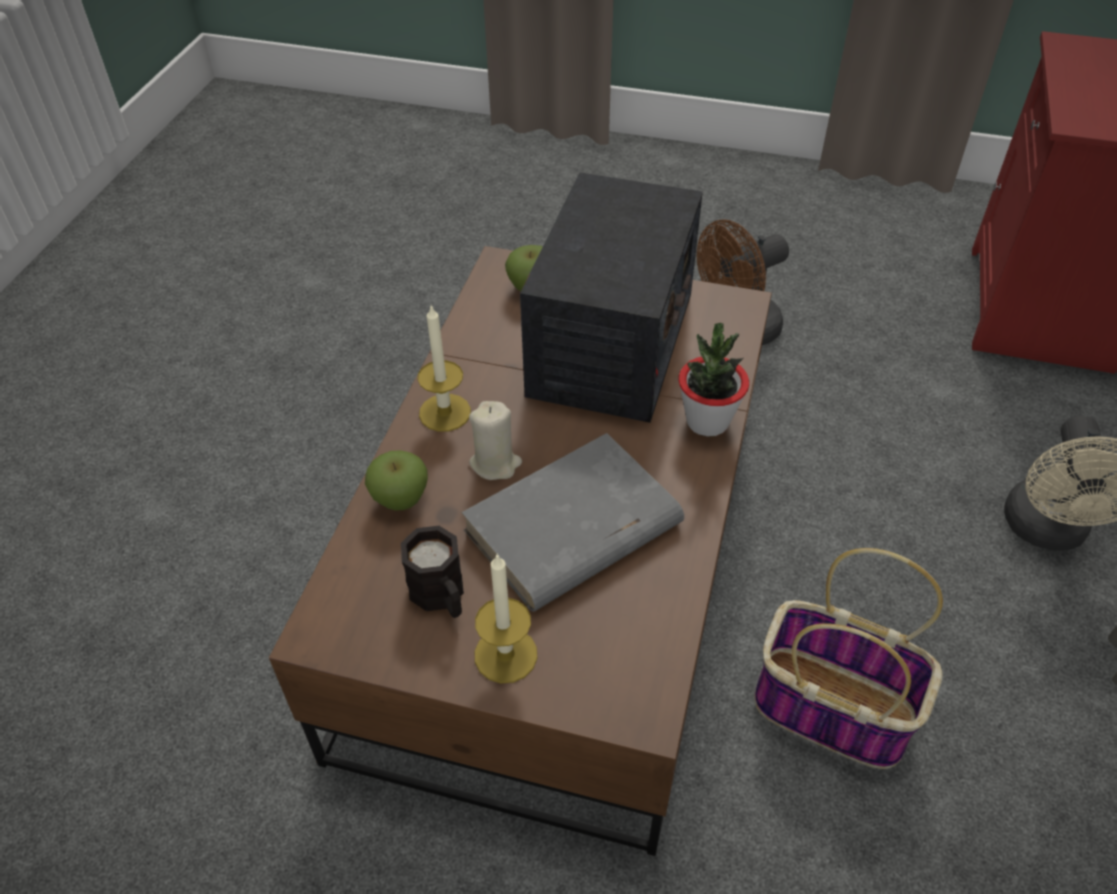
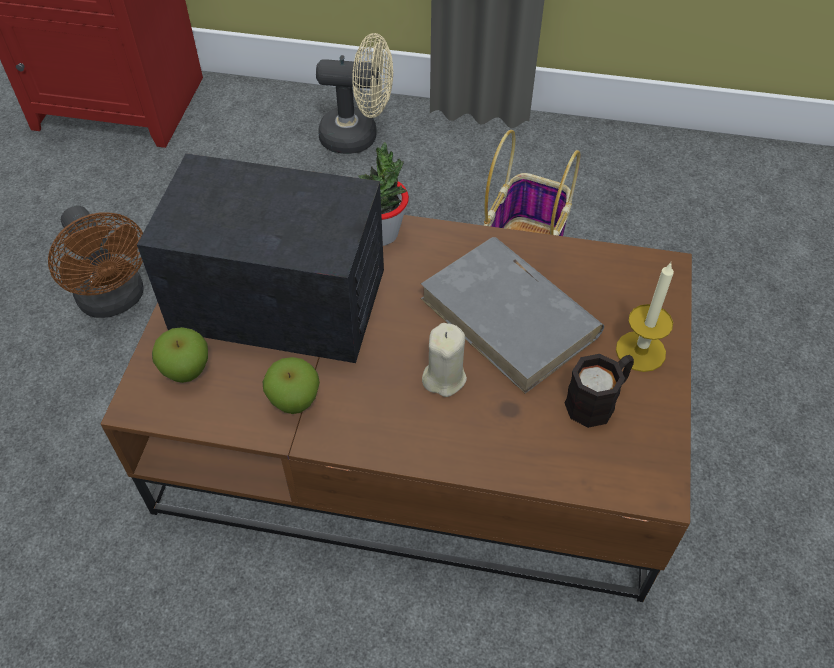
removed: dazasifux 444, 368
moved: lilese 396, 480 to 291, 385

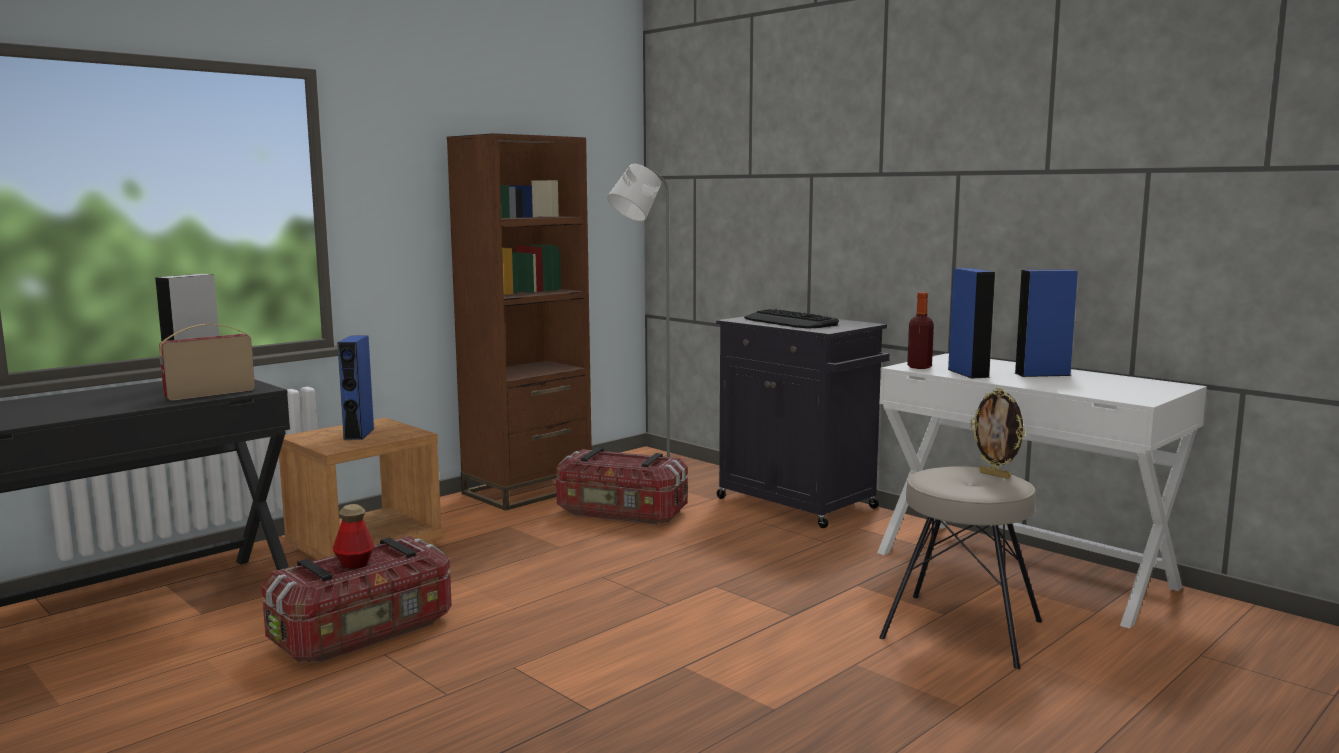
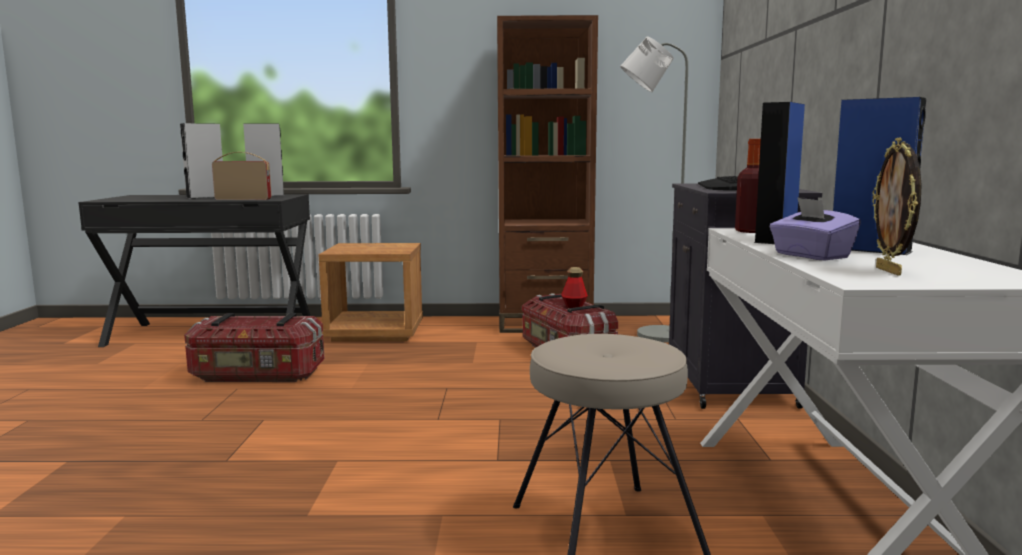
removed: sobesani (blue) 355, 388
added: sobesani (grey) 201, 161; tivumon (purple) 815, 228
moved: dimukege 353, 536 to 574, 287; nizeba 998, 433 to 897, 206

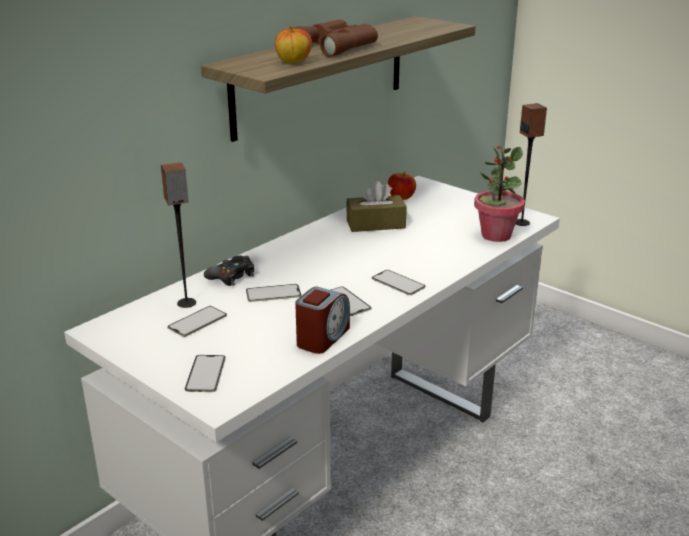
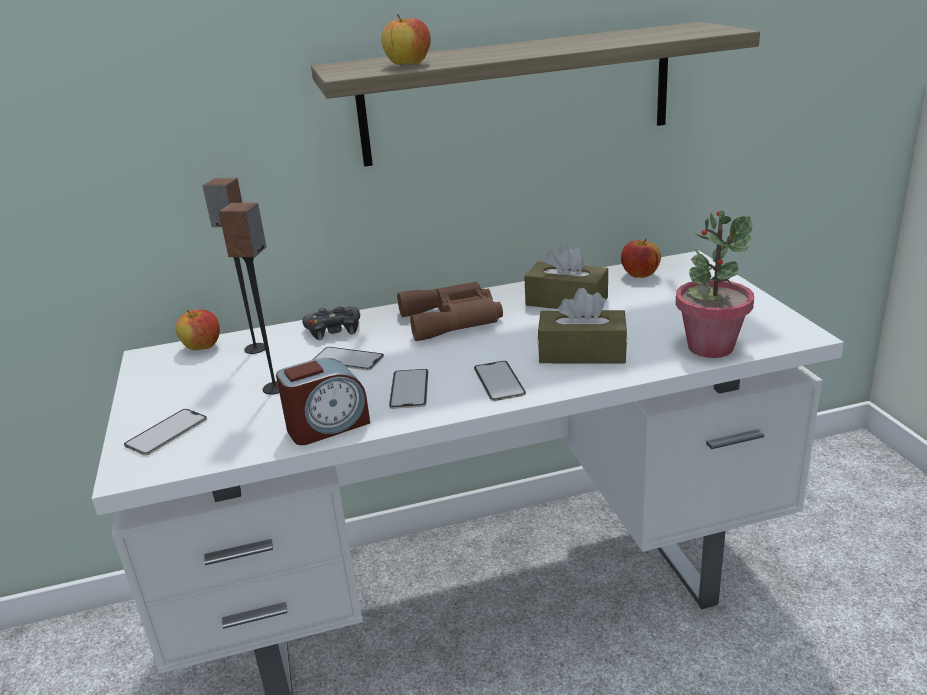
removed: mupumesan 197, 321
added: lilese 197, 329; tivumon (brown) 582, 326
moved: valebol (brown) 335, 38 to 450, 311; sobesani 531, 164 to 249, 298

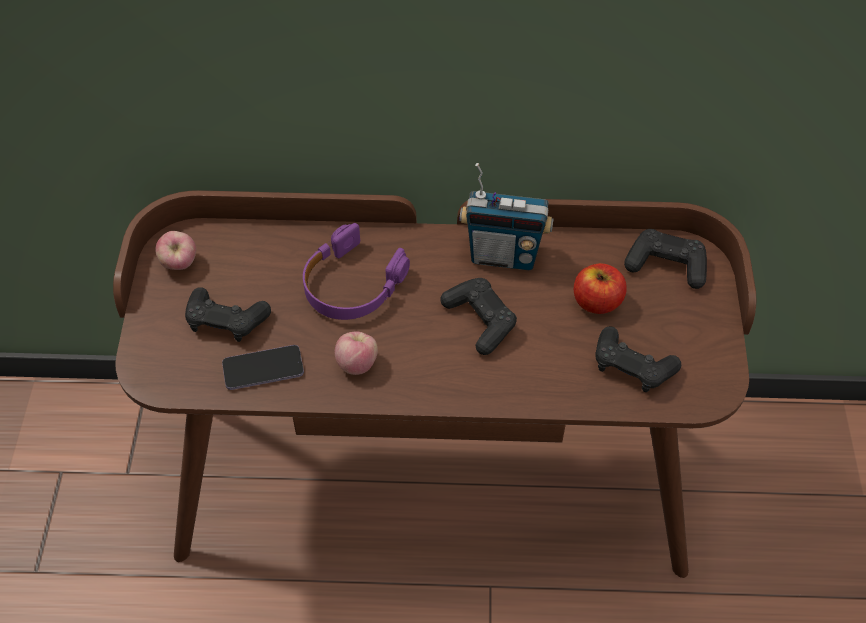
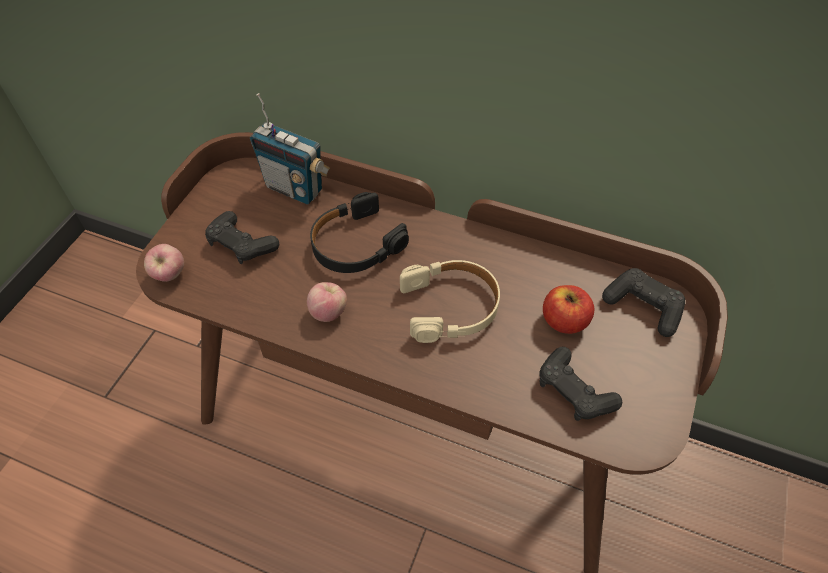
removed: mupumesan 263, 367
moved: lilese 175, 250 to 164, 263; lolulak 506, 216 to 290, 149
replaced: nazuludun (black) 478, 316 to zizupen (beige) 450, 301
recoloured: zizupen (purple) 356, 271 to zizupen (black) 359, 232

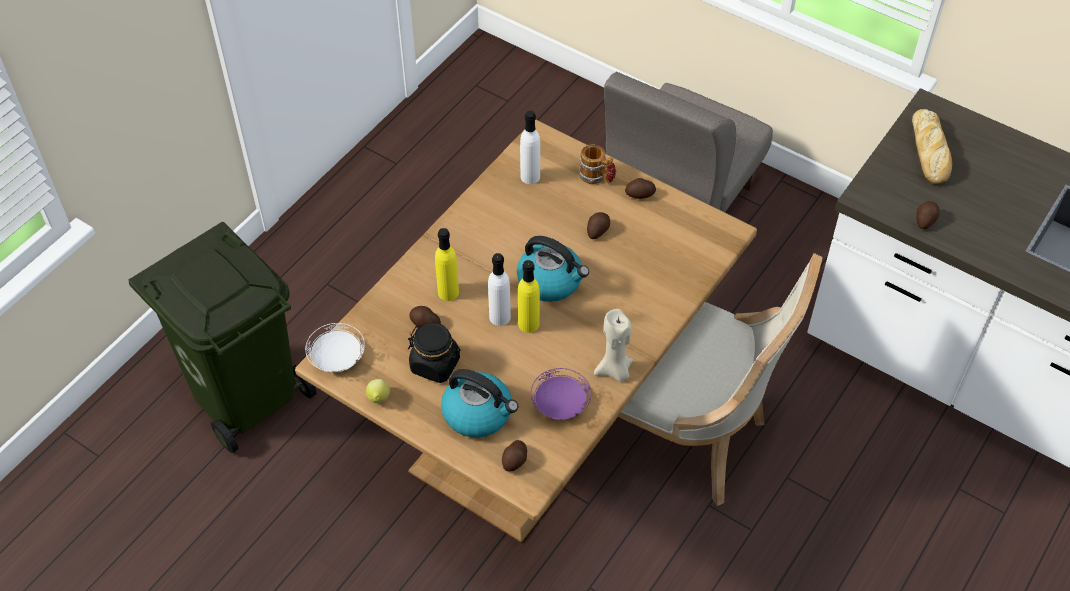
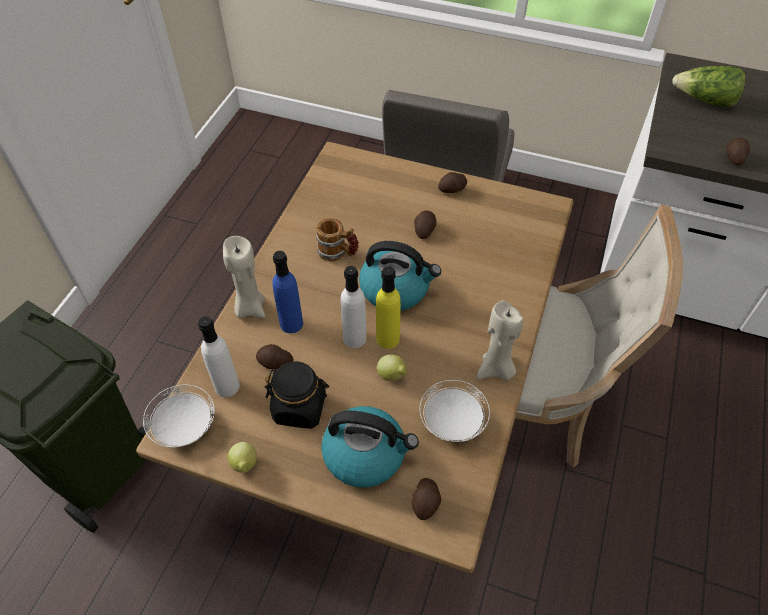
added: dazasifux (beige) 244, 277; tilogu 392, 367
moved: dimukege (white) 530, 147 to 219, 356; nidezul 597, 164 to 337, 240
replaced: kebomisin 932, 147 to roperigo 708, 87
recoloured: dimukege (yellow) 447, 264 to dimukege (blue) 287, 292; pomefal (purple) 560, 394 to pomefal (white) 455, 411

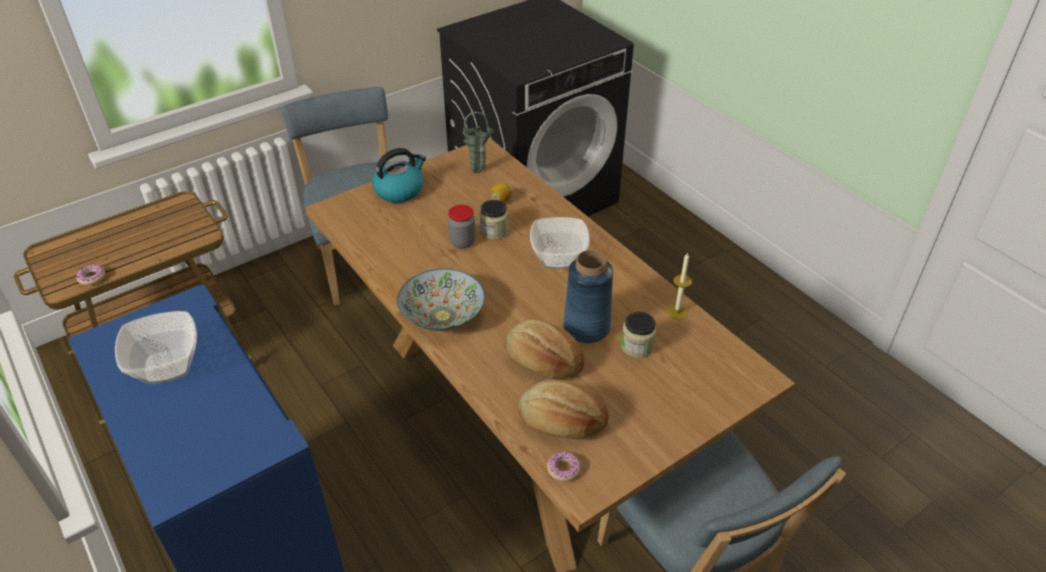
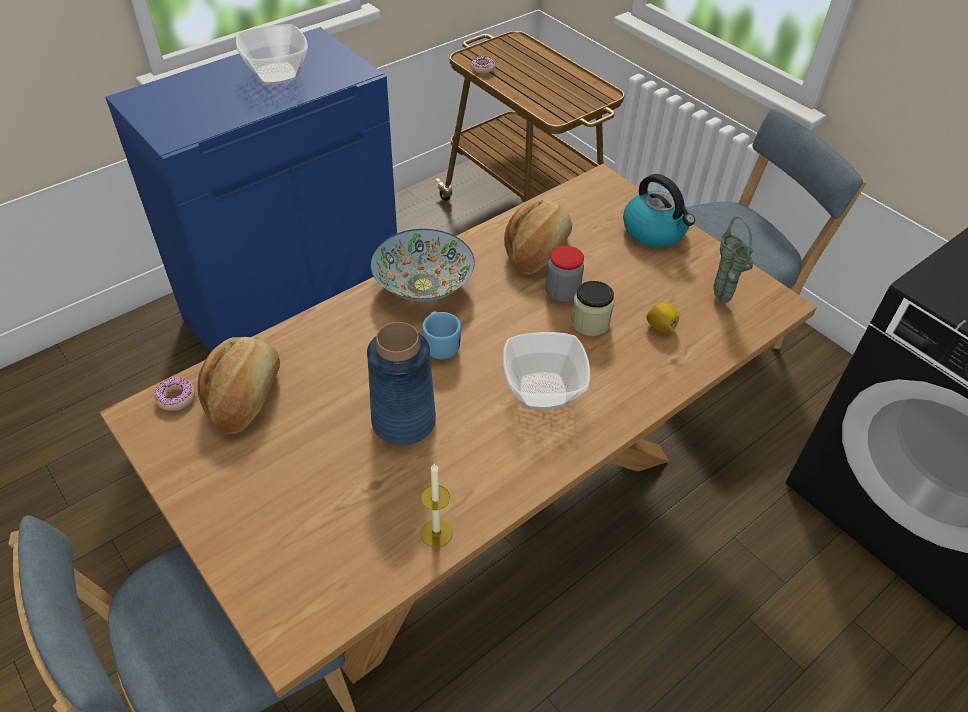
removed: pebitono 639, 335
added: nidezul (blue) 441, 335
moved: kebomisin 544, 349 to 538, 237

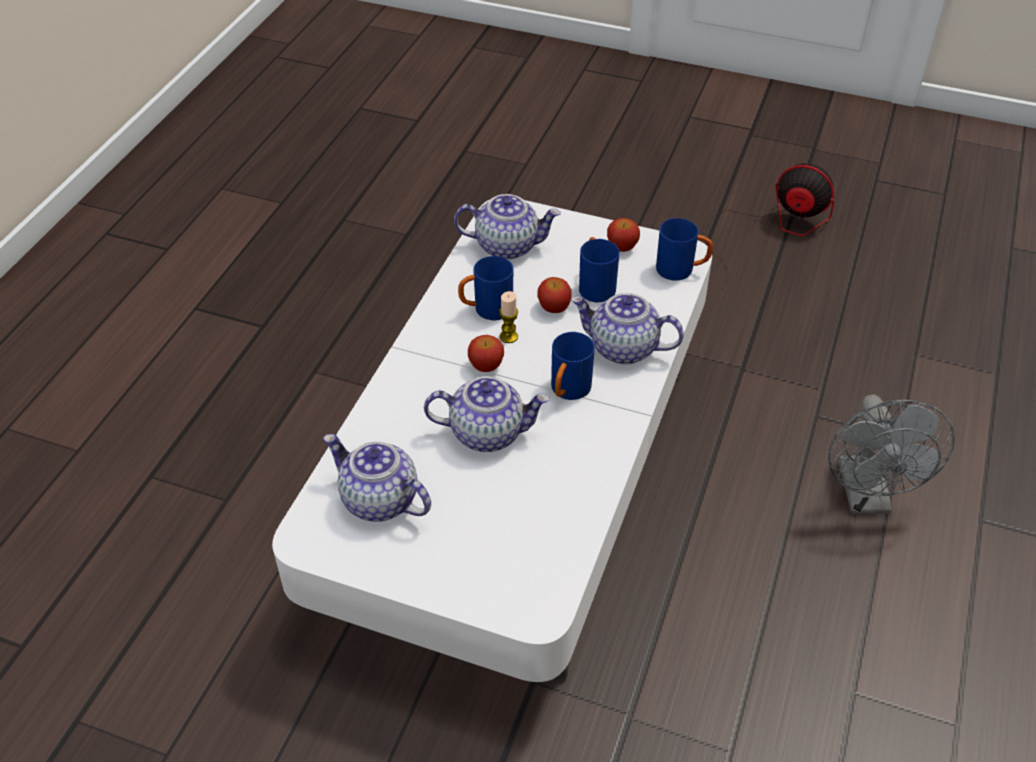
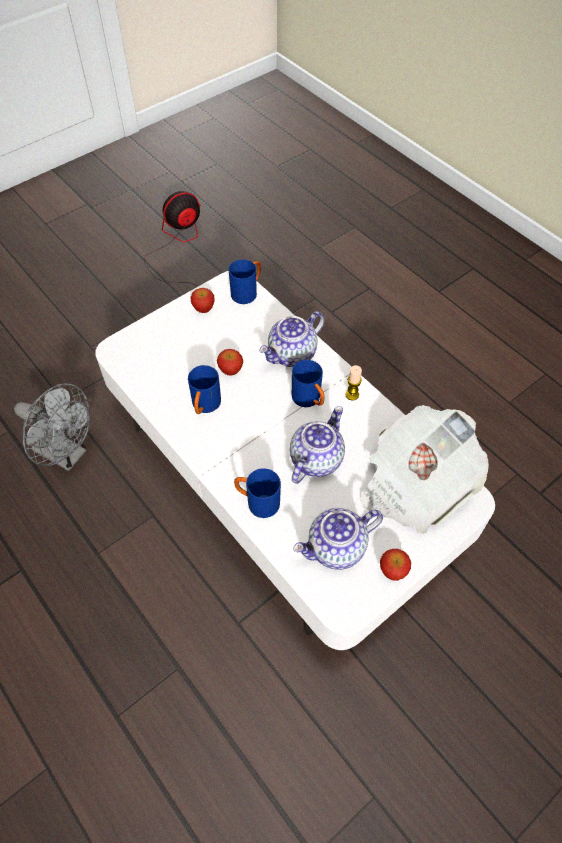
removed: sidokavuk 507, 227
added: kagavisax 424, 469
moved: lilese 486, 353 to 395, 565; dazasifux 508, 317 to 353, 382; nidezul (blue) 599, 269 to 257, 493; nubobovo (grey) 891, 454 to 52, 427

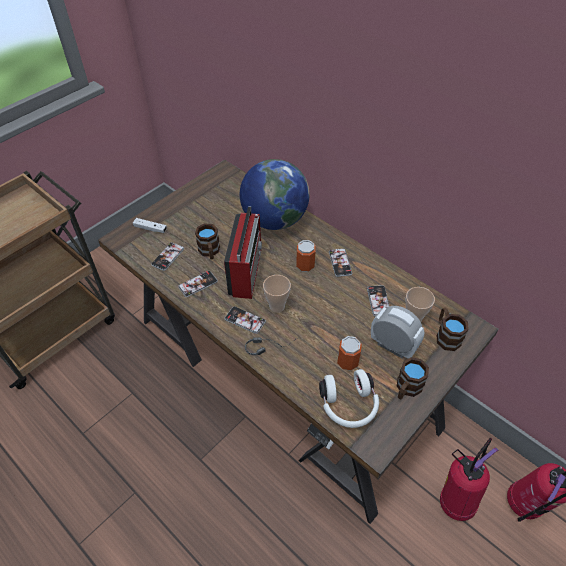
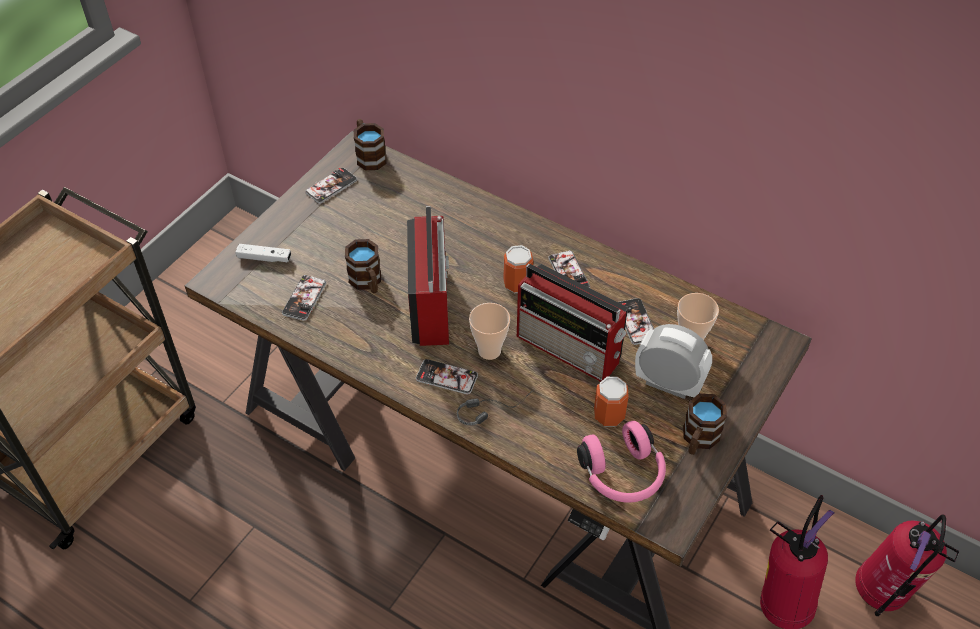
removed: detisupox 275, 194
added: lolulak 572, 323
moved: mupumesan 198, 284 to 331, 186; nidezul (brown) 452, 329 to 370, 144
recoloured: zizupen (white) 349, 398 to zizupen (pink) 621, 462

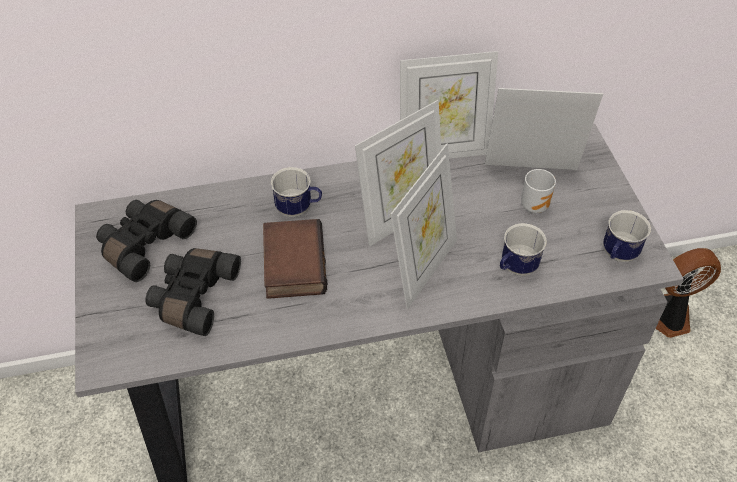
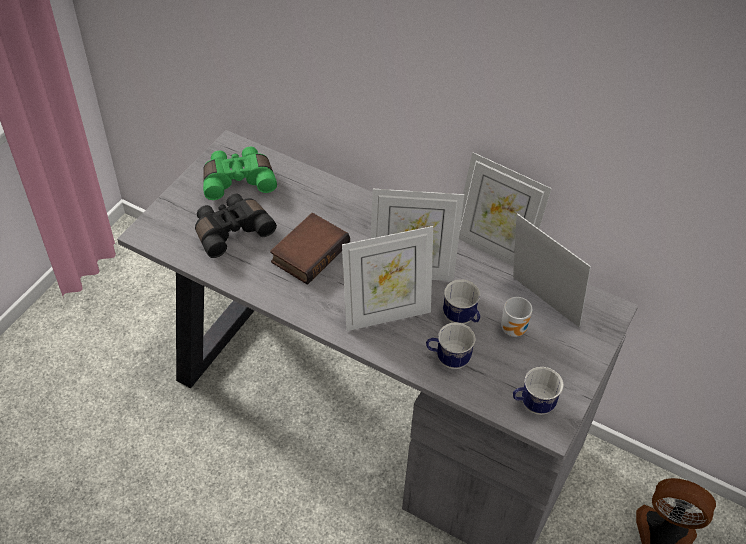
moved: nidezul 296, 192 to 461, 301
recoloured: valebol (black) 146, 241 to valebol (green) 240, 173

